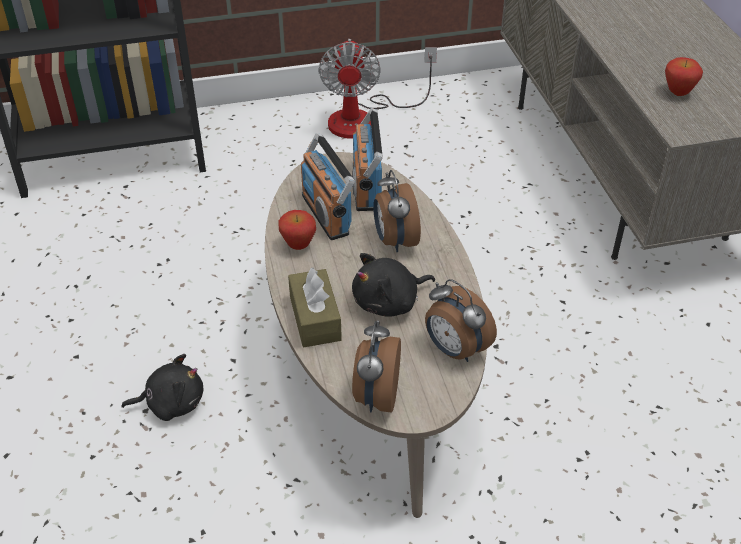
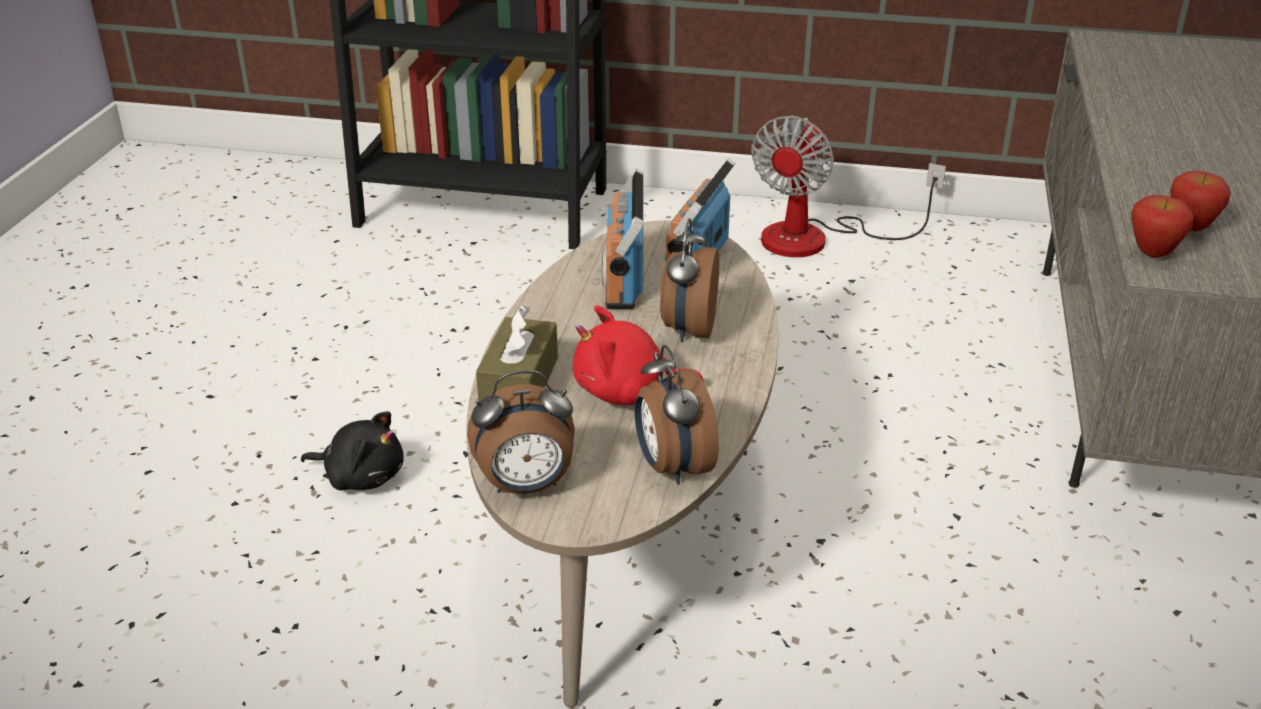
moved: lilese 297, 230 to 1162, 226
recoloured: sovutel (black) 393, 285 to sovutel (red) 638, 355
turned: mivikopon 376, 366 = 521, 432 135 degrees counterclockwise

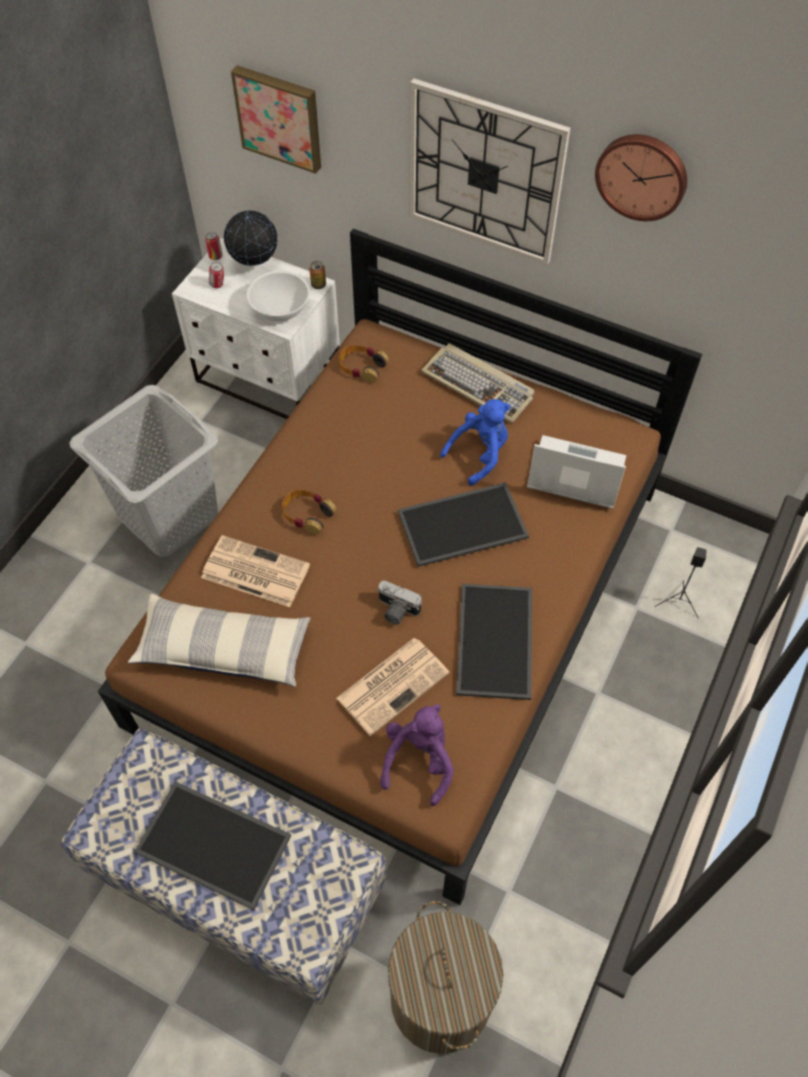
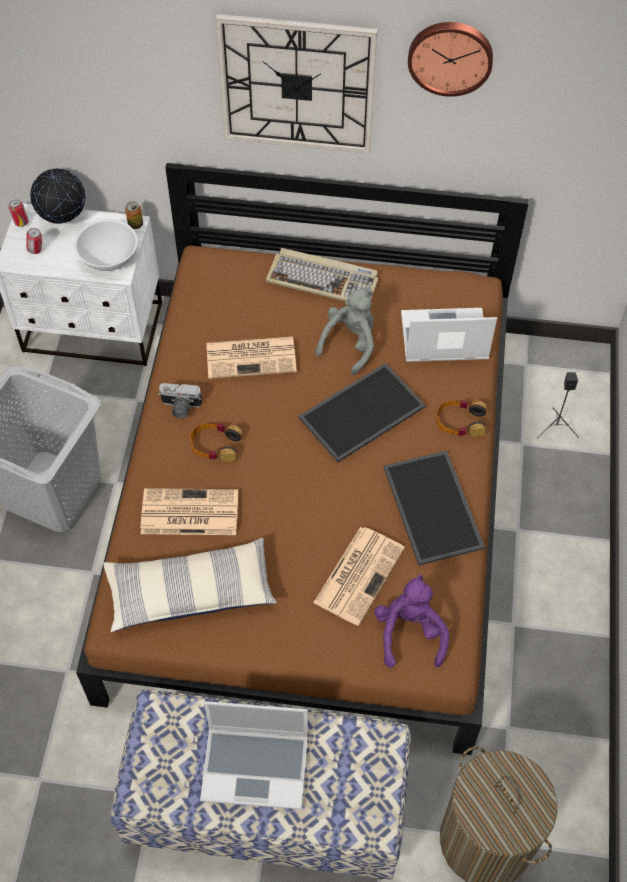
removed: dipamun 276, 119
added: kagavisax 251, 358
moved: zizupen 364, 364 to 462, 418; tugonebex 399, 603 to 180, 401
replaced: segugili 212, 845 to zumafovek 254, 755
recoloured: sovutel (blue) 475, 442 to sovutel (grey) 344, 332

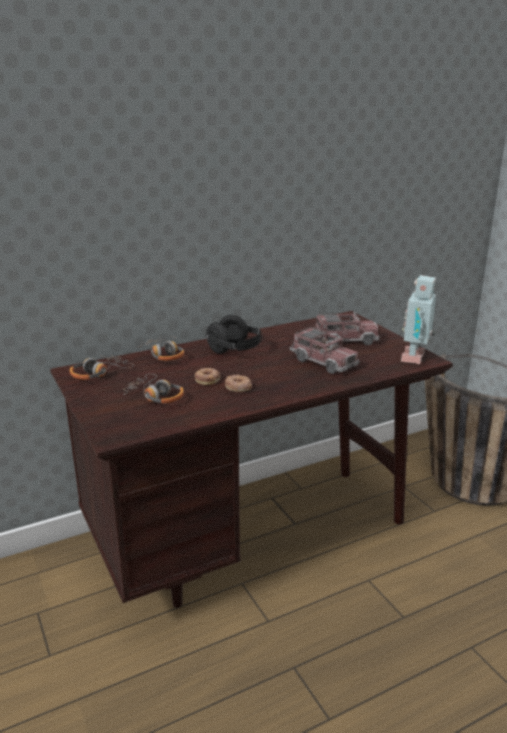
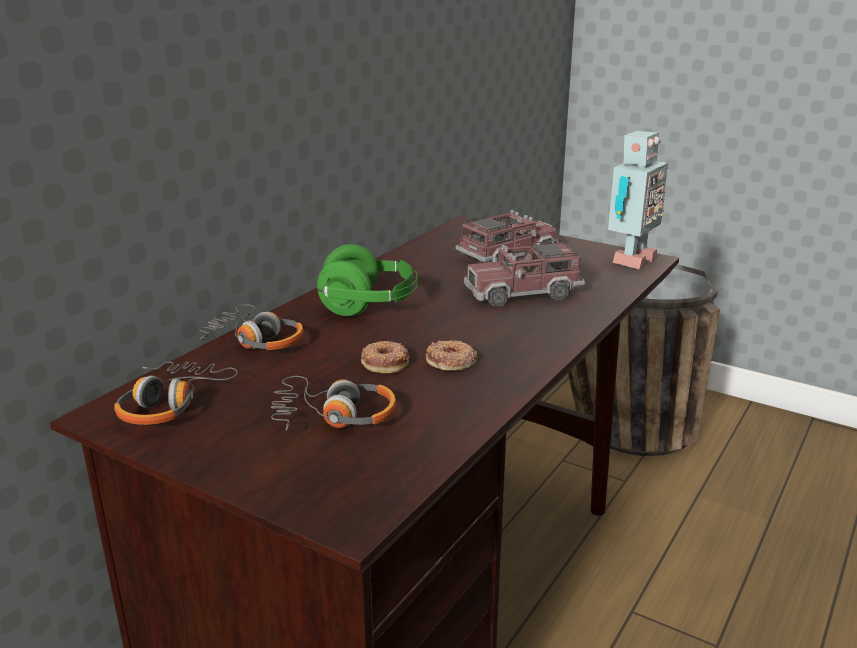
recoloured: zizupen (black) 234, 334 to zizupen (green) 367, 280
turned: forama 324, 350 = 524, 273 150 degrees clockwise; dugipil 419, 319 = 638, 200 135 degrees counterclockwise

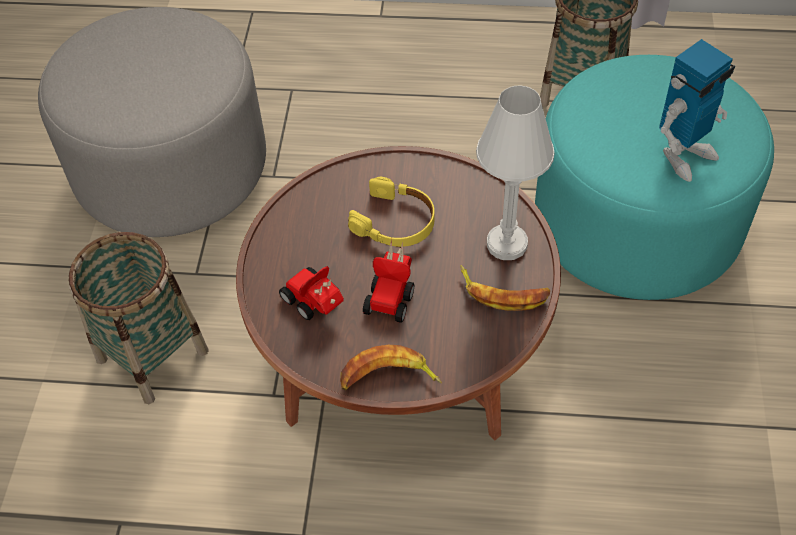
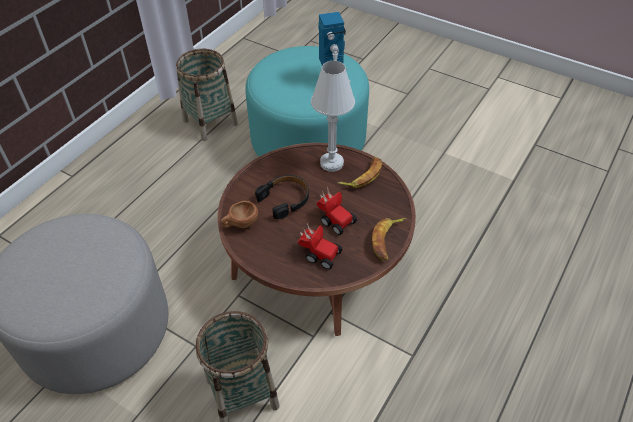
added: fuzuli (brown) 239, 214
recoloured: zizupen (yellow) 391, 212 to zizupen (black) 282, 197
turned: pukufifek 311, 293 = 320, 246 135 degrees counterclockwise

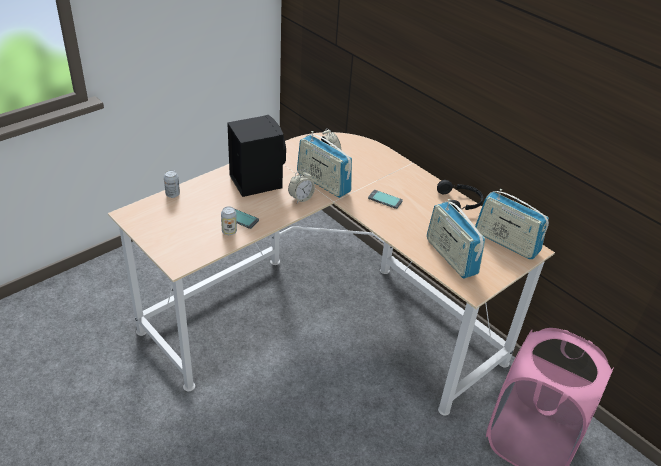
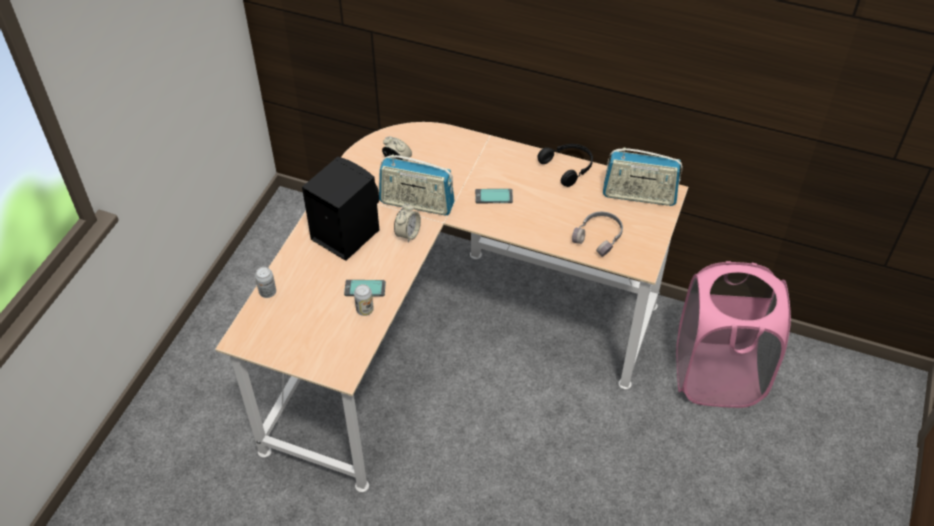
replaced: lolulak 456, 239 to zizupen (grey) 597, 234

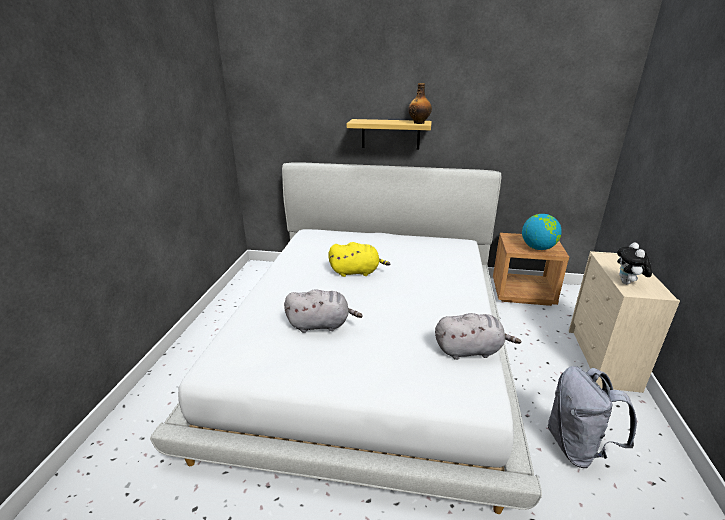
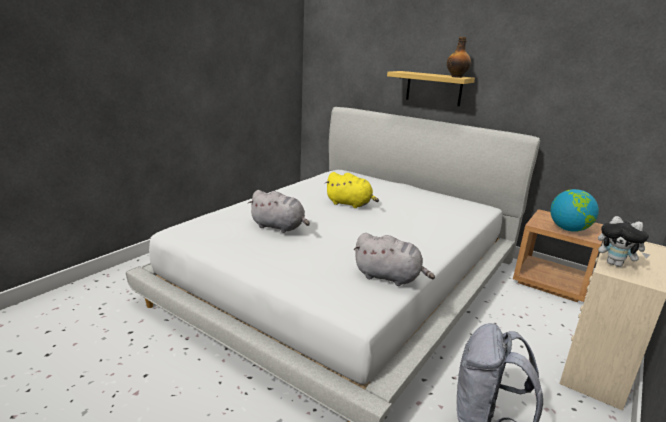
turned: sovutel 634, 263 = 624, 241 90 degrees counterclockwise

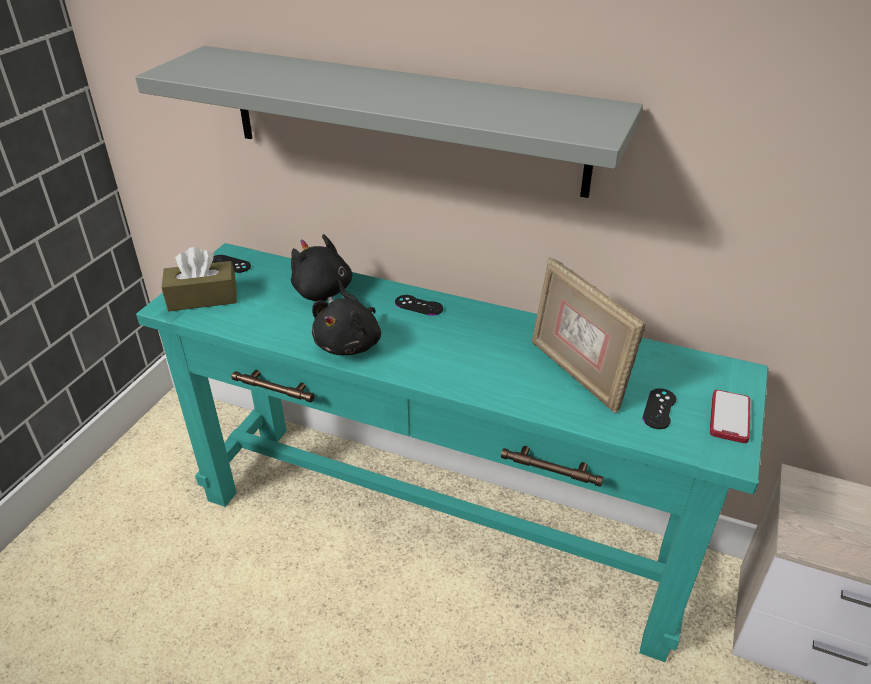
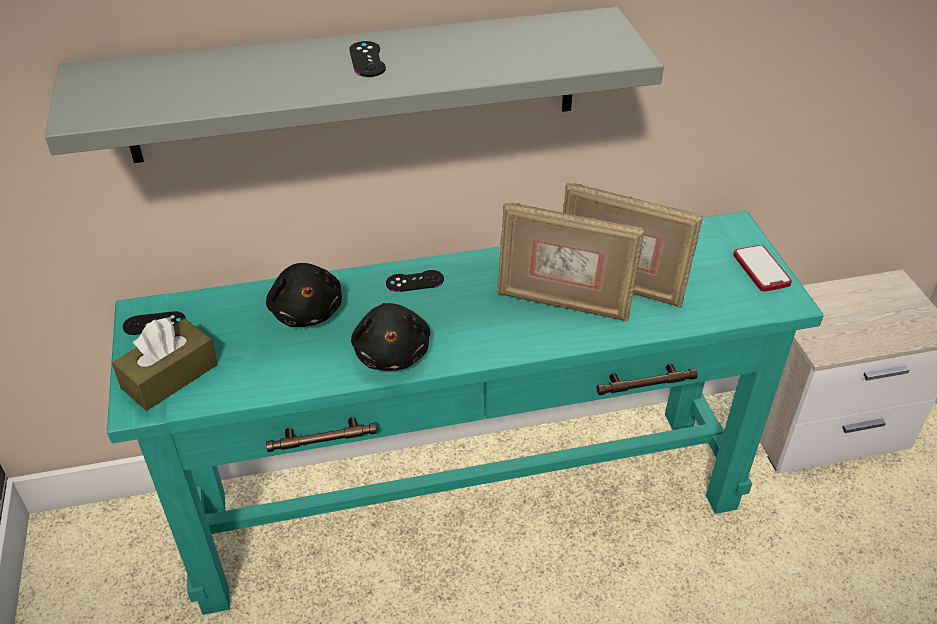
added: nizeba 571, 262
moved: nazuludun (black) 659, 408 to 367, 59
turned: sovutel (black) 325, 268 = 304, 295 120 degrees counterclockwise

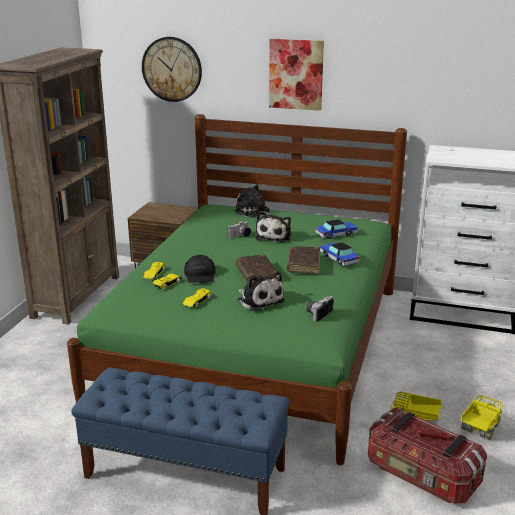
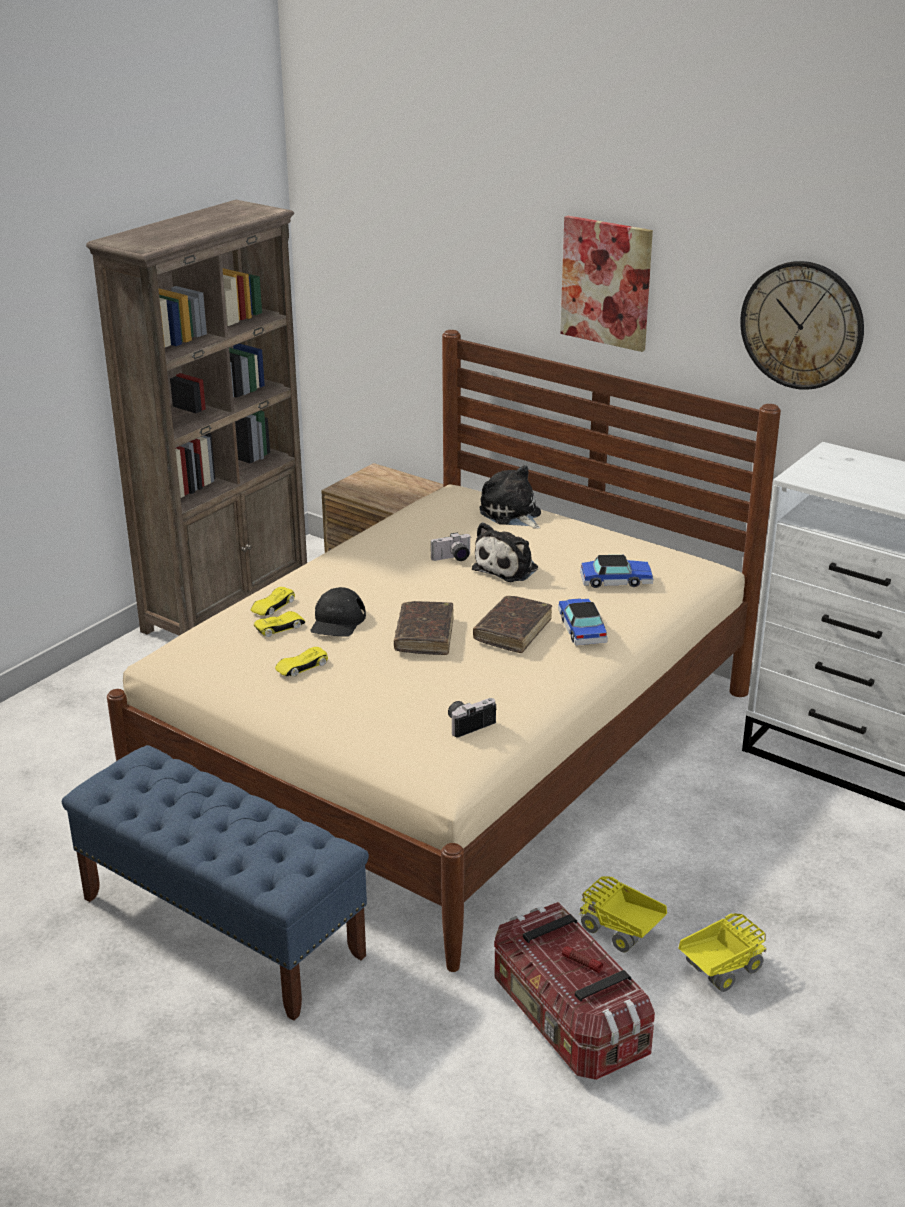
removed: sovutel 261, 291
moved: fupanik 172, 69 to 802, 325
recoloured: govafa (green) 237, 289 to govafa (beige) 444, 651

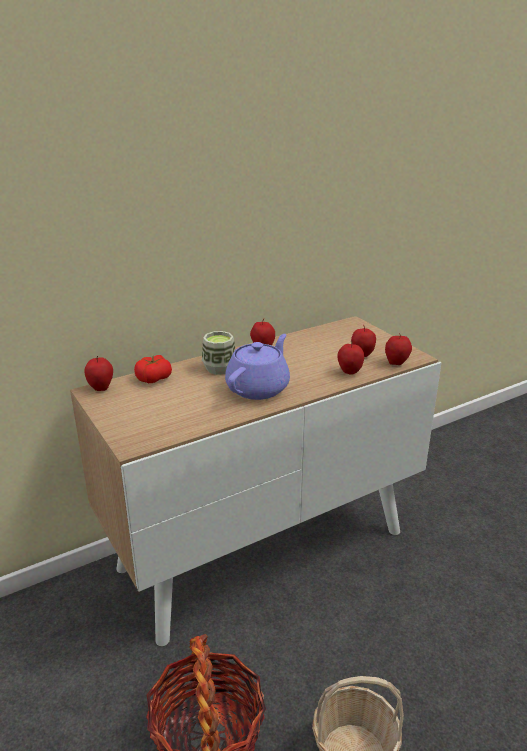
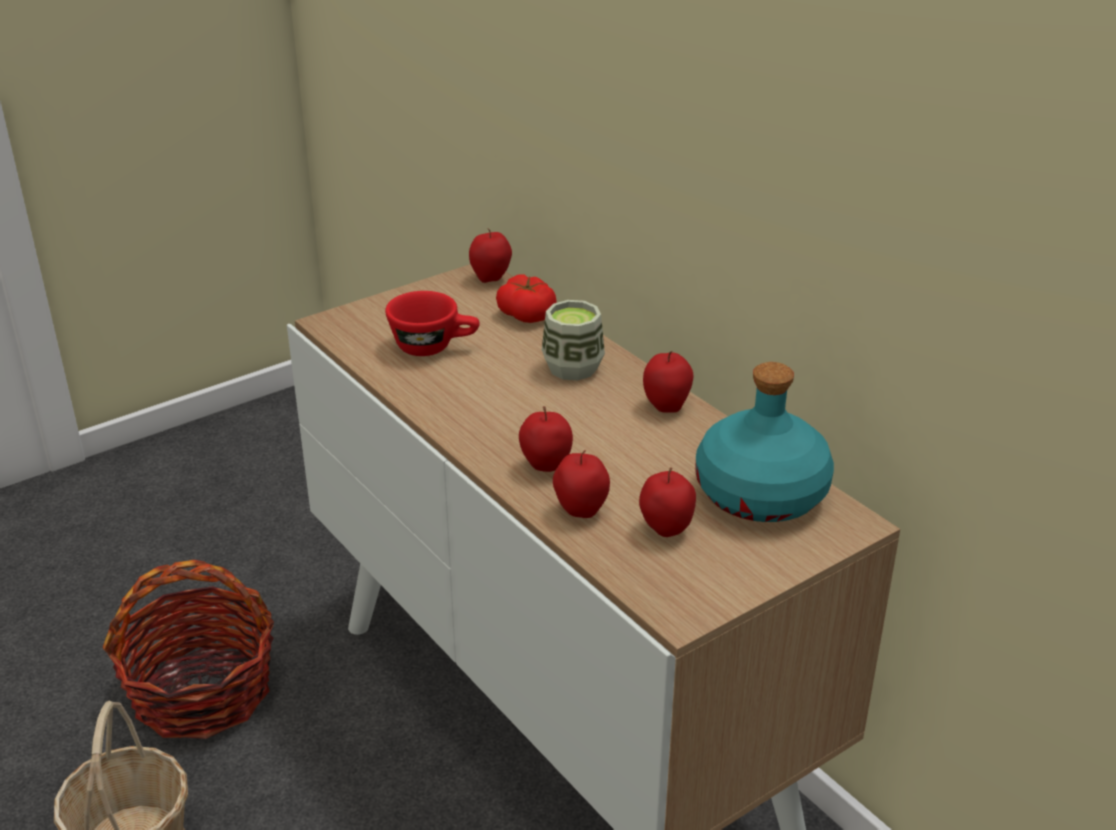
removed: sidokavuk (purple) 257, 367
added: fuzuli (red) 432, 323; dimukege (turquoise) 765, 442
moved: lilese 398, 349 to 546, 439

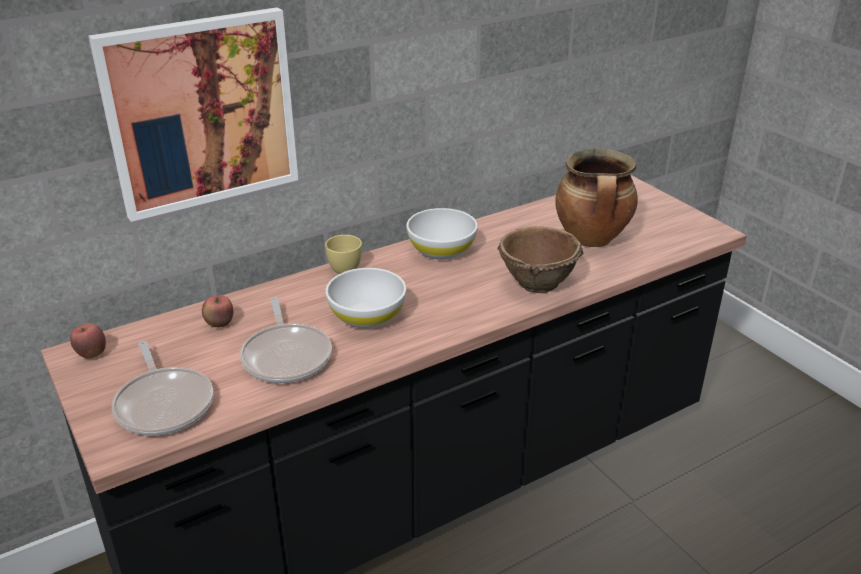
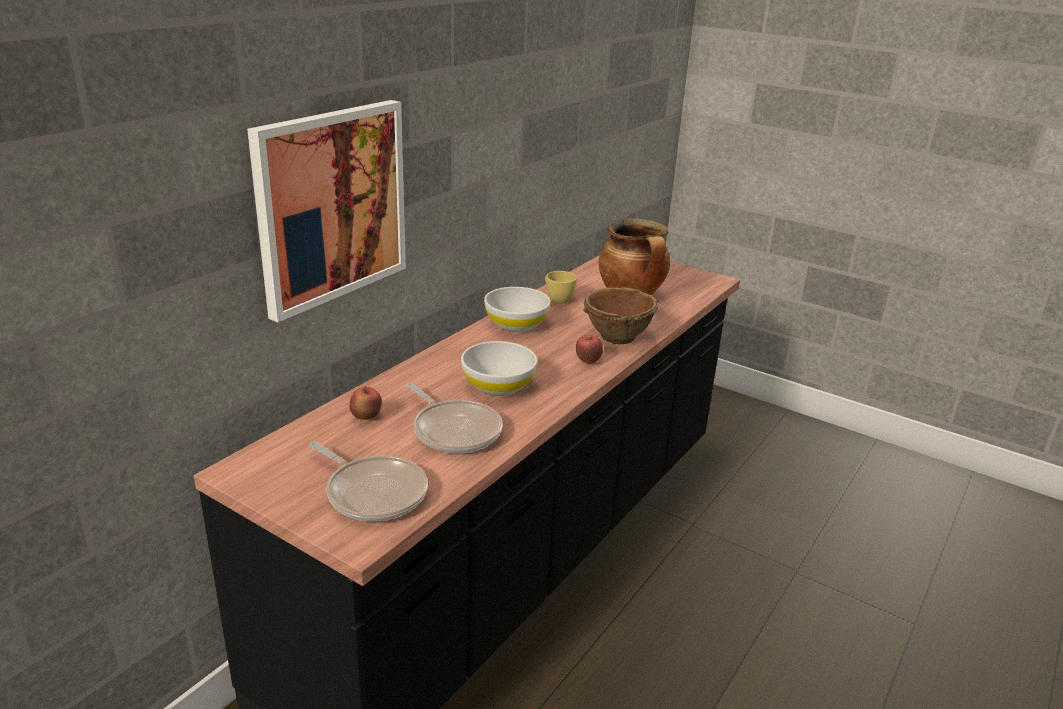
moved: lilese 88, 341 to 589, 348; fuzuli (yellow) 343, 254 to 561, 287

